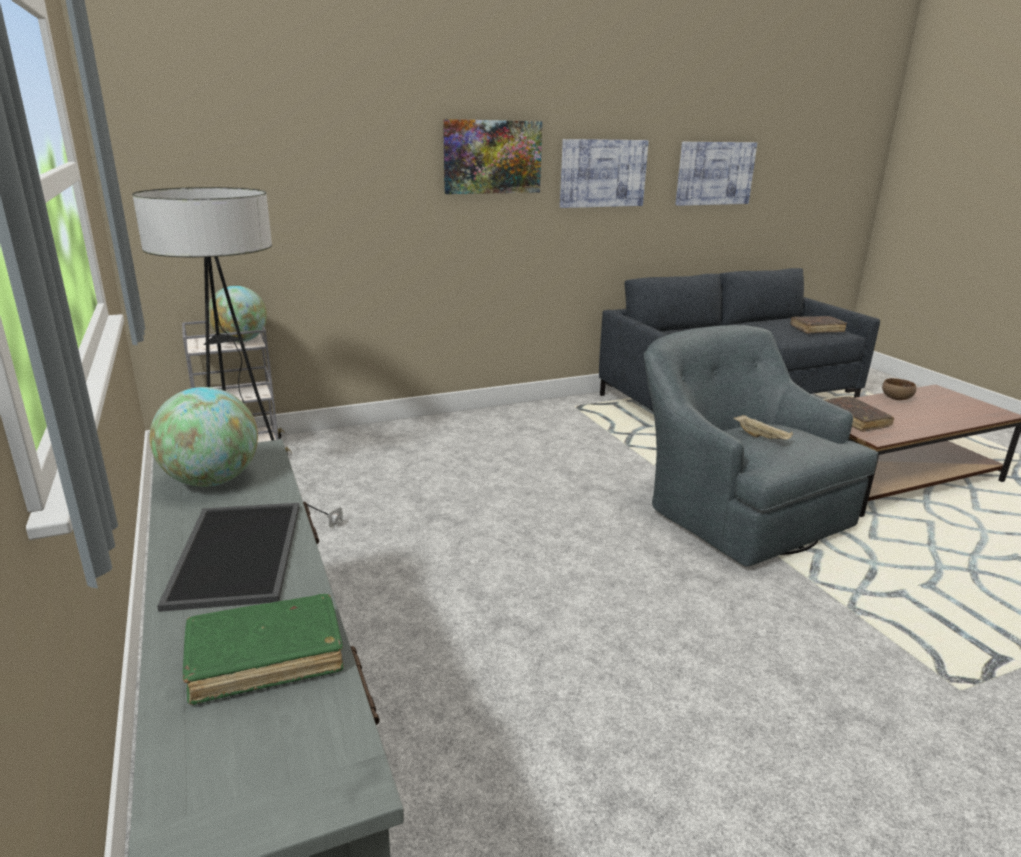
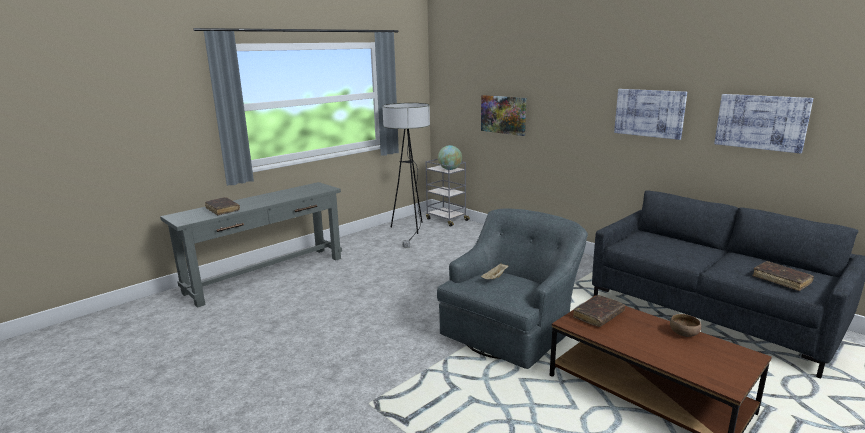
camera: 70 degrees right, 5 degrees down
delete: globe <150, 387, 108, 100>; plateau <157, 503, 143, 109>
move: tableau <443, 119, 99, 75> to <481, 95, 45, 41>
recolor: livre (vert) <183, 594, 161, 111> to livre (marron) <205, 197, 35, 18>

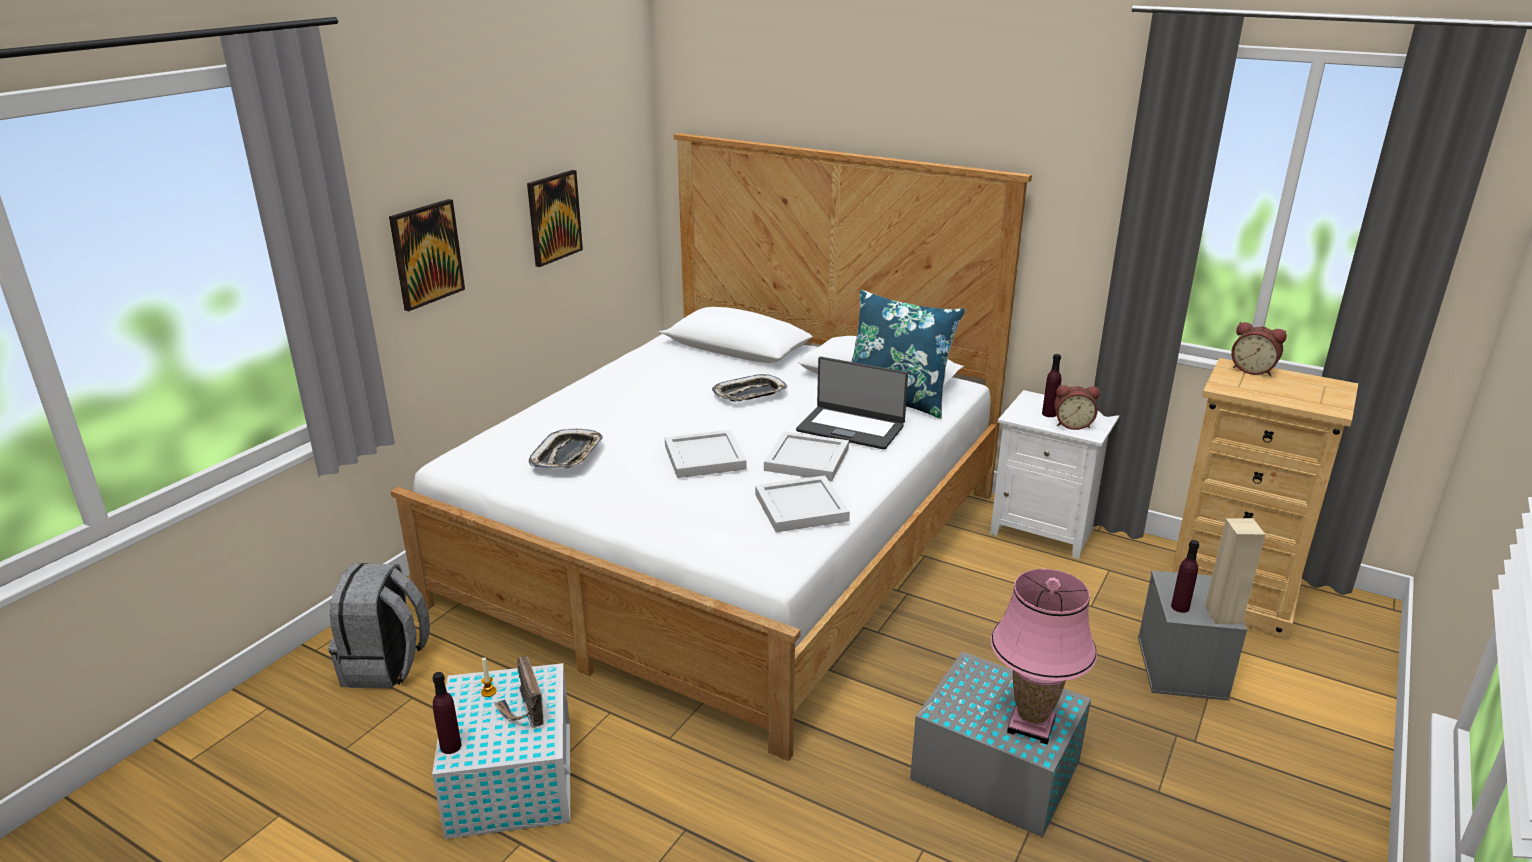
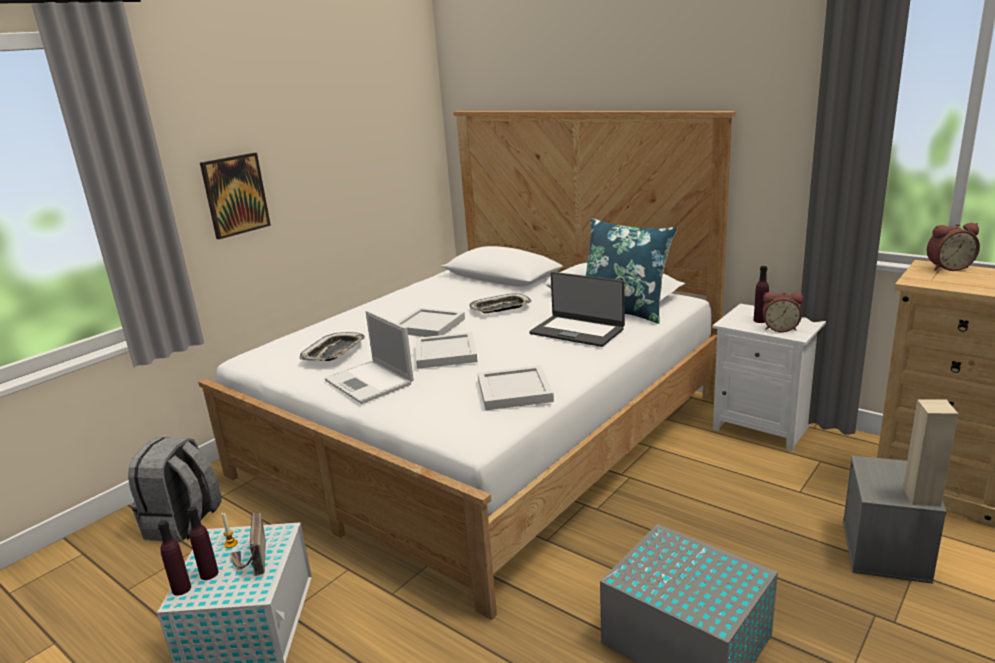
camera: 10 degrees right, 5 degrees down
delete: tableau <527, 170, 56, 97>; lampe de table (rose) <991, 569, 106, 176>
insert: ordinateur portable <324, 310, 90, 94>
move: plateau (blanc) <764, 431, 85, 50> to <396, 307, 69, 30>; bouteille (violet) <1171, 540, 28, 73> to <187, 506, 32, 74>
rotate: réveil <1231, 322, 56, 54> = <927, 223, 53, 48> 45 degrees counterclockwise

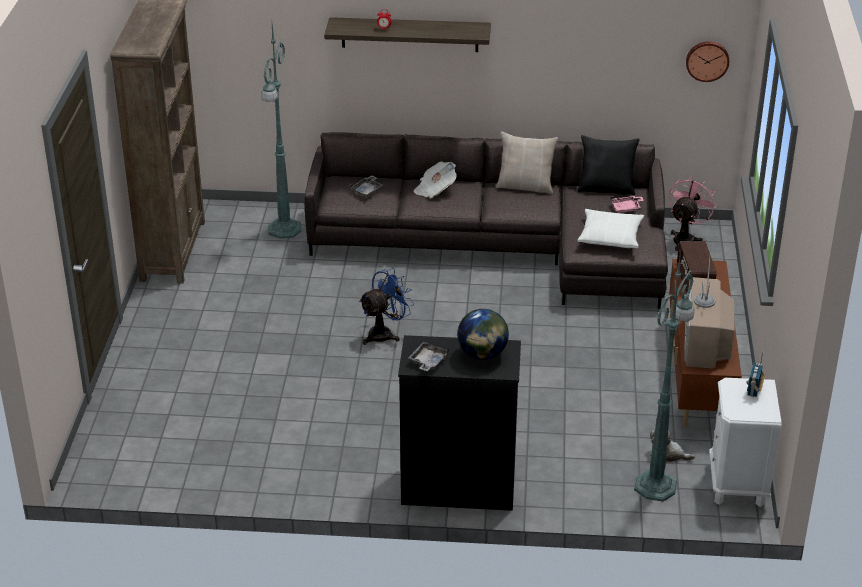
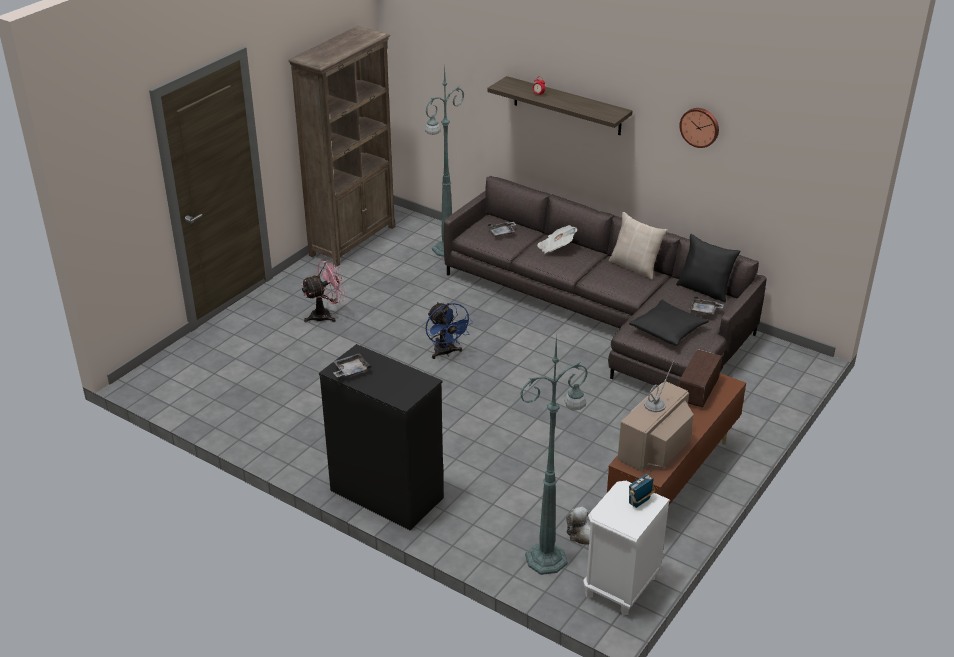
camera: 30 degrees right, 0 degrees up
delete: globe <457, 309, 52, 51>
move: ventilateur (rose) <668, 176, 49, 75> to <301, 259, 45, 64>; horloge murale <686, 41, 43, 41> to <679, 108, 40, 40>
recolor: coussin (blanc) <578, 209, 66, 39> to coussin (noir) <629, 299, 80, 47>; plateau (rose) <610, 196, 34, 17> to plateau (gris) <689, 296, 35, 20>
rotate: ventilateur (bleu) <359, 268, 55, 77> = <426, 302, 47, 57> 75 degrees clockwise

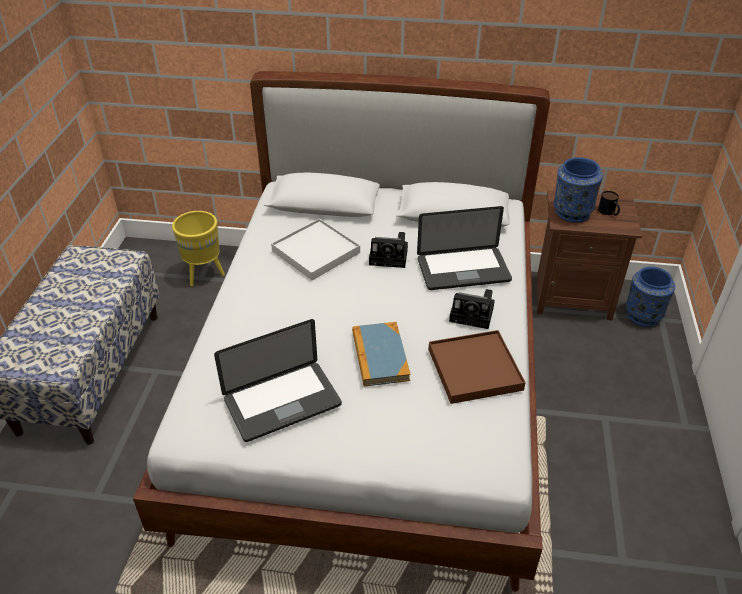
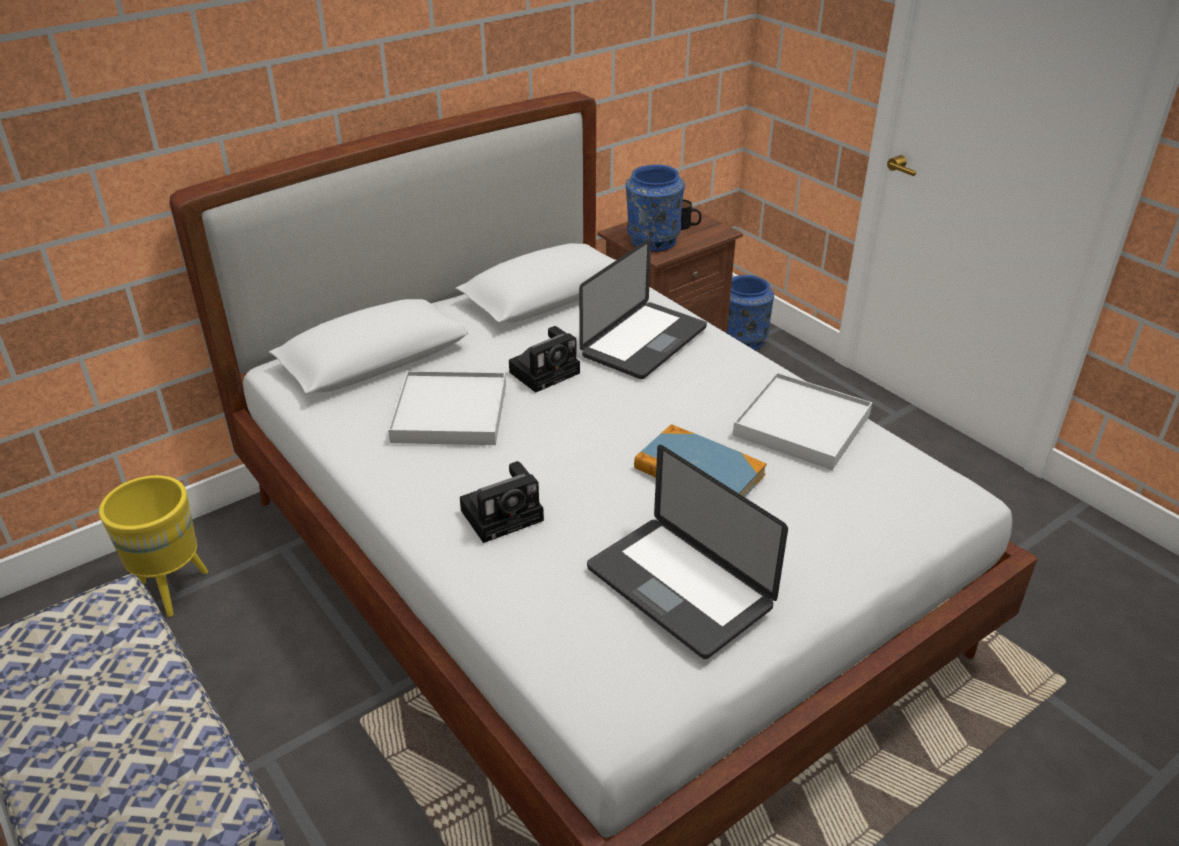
camera: 45 degrees left, 5 degrees down
move: appareil photo <449, 289, 46, 40> to <460, 461, 84, 82>
recolor: plateau (marron) <428, 330, 98, 74> to plateau (blanc) <733, 372, 139, 98>
rotate: ordinateur portable <214, 319, 128, 123> = <587, 445, 201, 214> 120 degrees clockwise

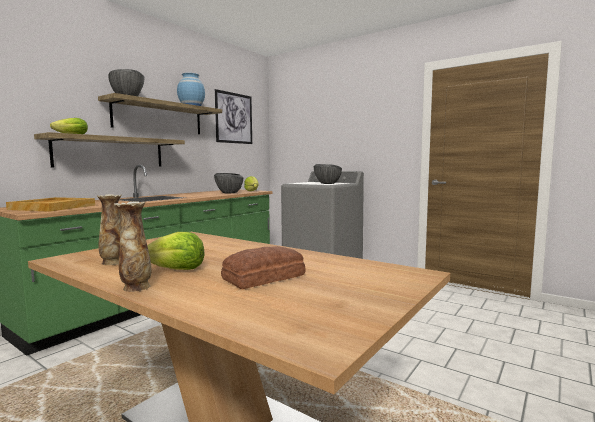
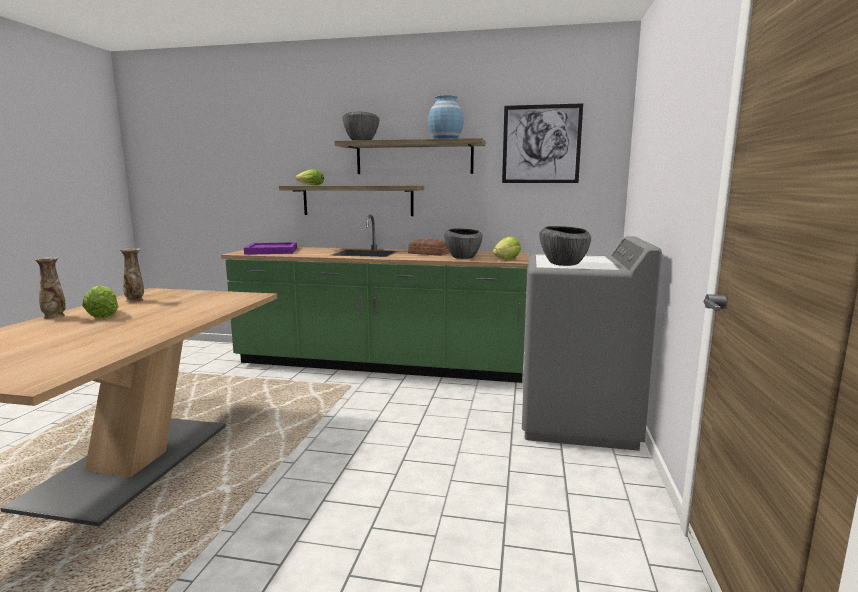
camera: 65 degrees right, 5 degrees up
move: pain <221, 246, 84, 43> to <408, 239, 42, 17>
recolor: plateau (beige) <6, 197, 89, 15> to plateau (violet) <244, 242, 53, 13>

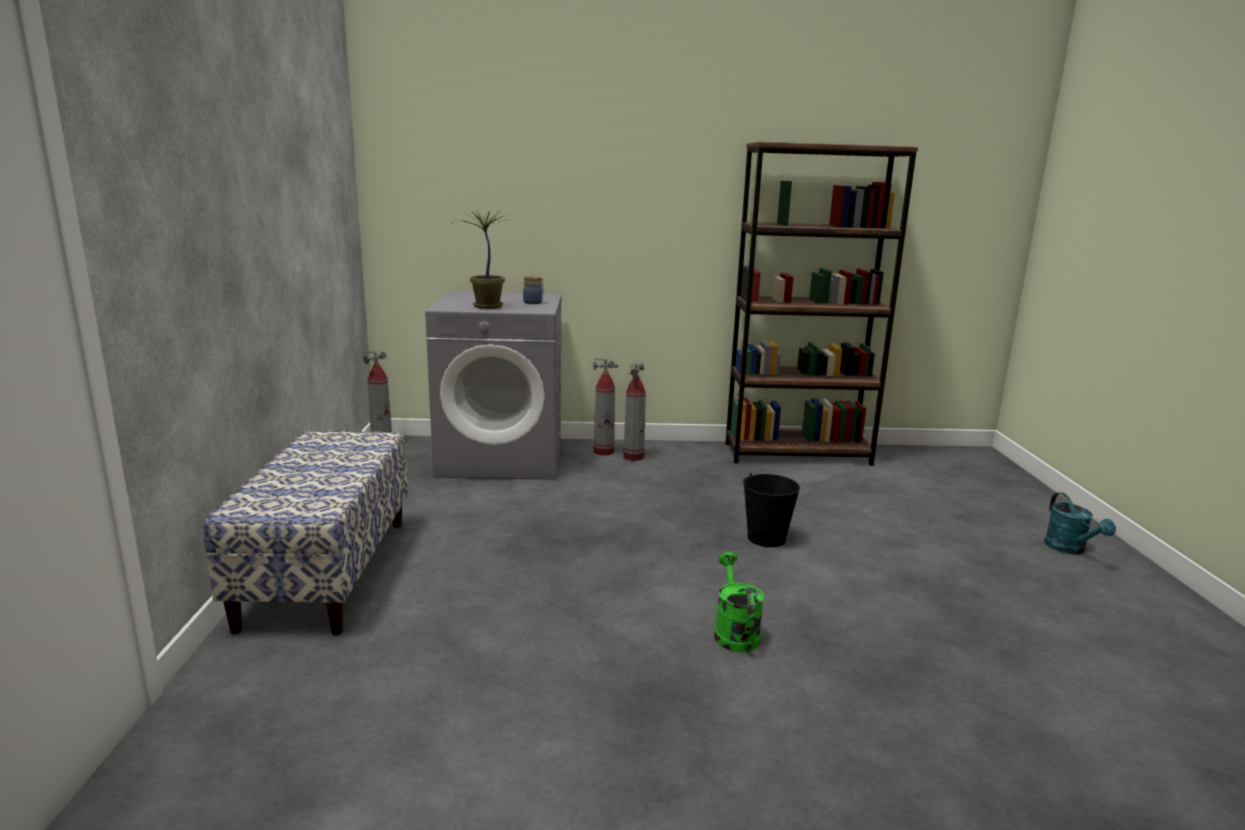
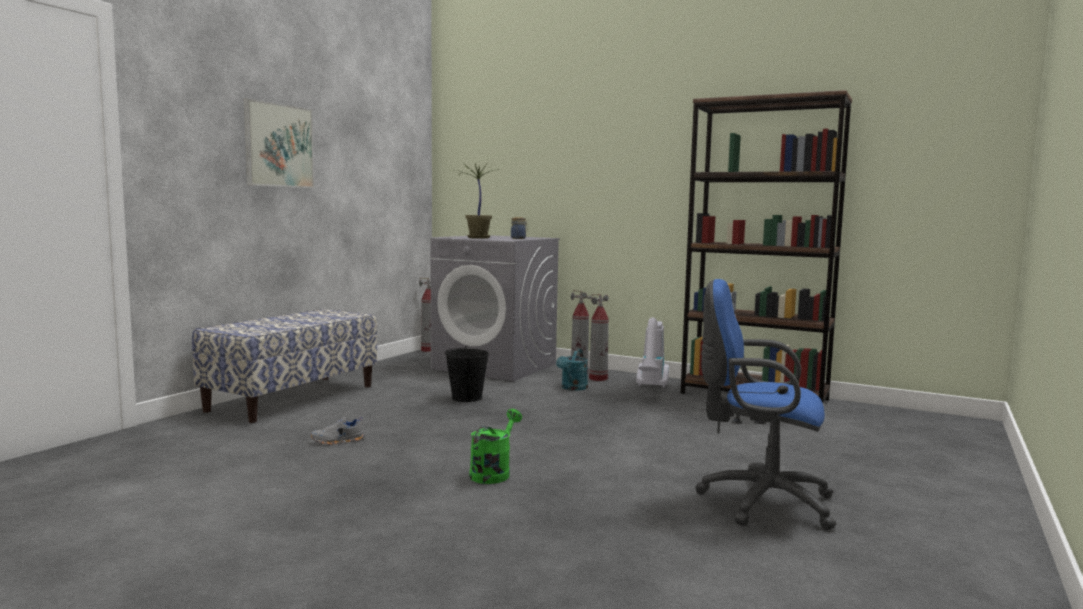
camera: 30 degrees right, 10 degrees down
insert: tableau <244, 98, 70, 90>; chaussure (gris) <310, 417, 54, 28>; aspirateur <636, 318, 33, 70>; chaise de bureau (bleu) <695, 279, 141, 251>
move: seau (noir) <743, 473, 57, 74> to <445, 346, 44, 56>; arrosoir (turquoise) <1044, 493, 72, 62> to <556, 349, 32, 42>

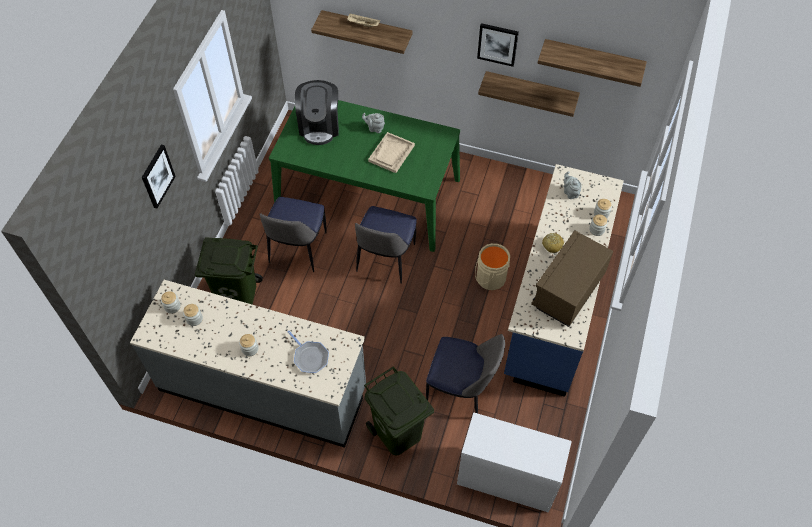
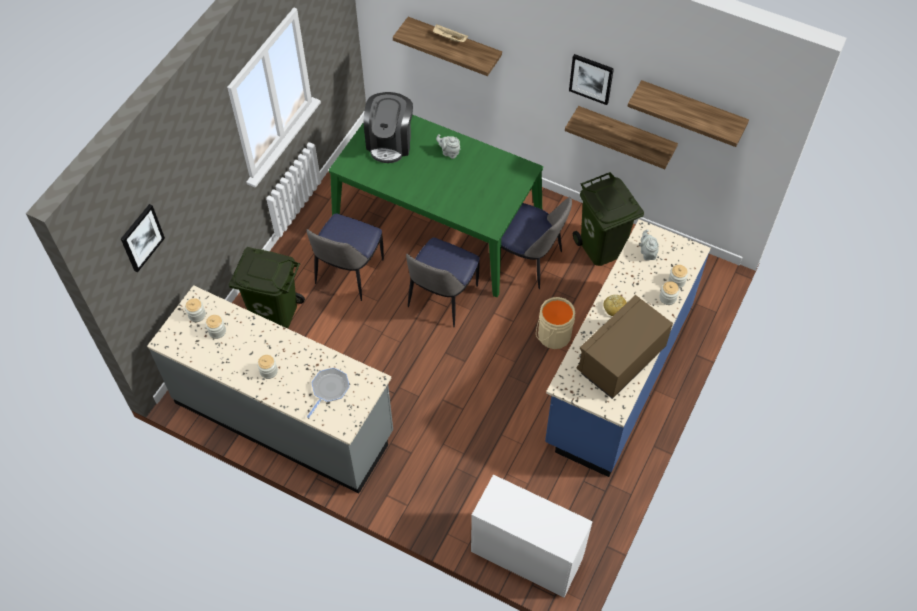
camera: 10 degrees right, 0 degrees up
delete: plateau (beige) <368, 132, 47, 41>
move: tableau <142, 145, 34, 63> to <121, 204, 44, 68>; poubelle (vert) <364, 366, 70, 90> to <573, 172, 71, 94>; chaise <426, 334, 79, 79> to <501, 197, 71, 92>
rotate: poêle <288, 331, 41, 42> = <307, 368, 43, 50> 120 degrees counterclockwise

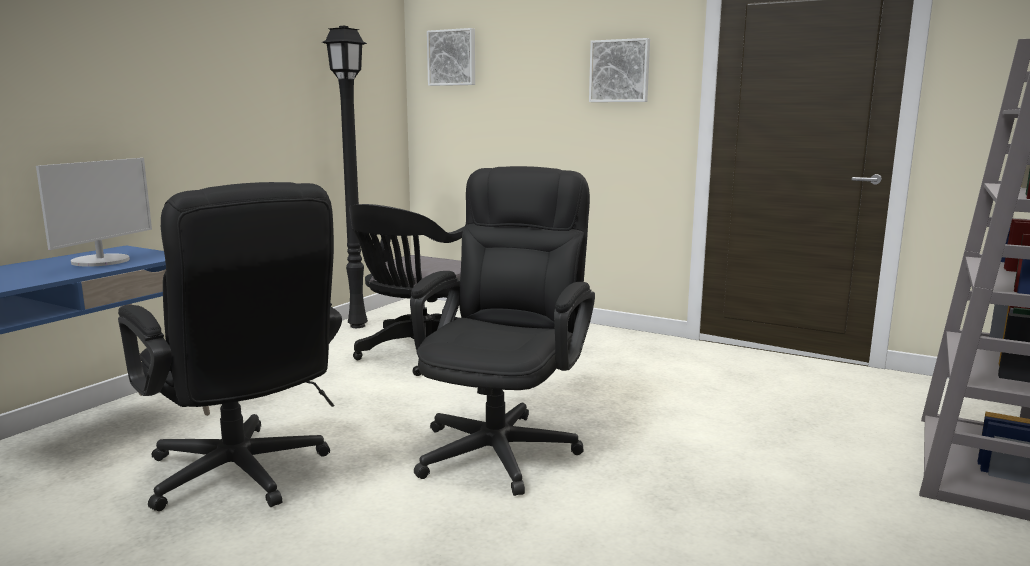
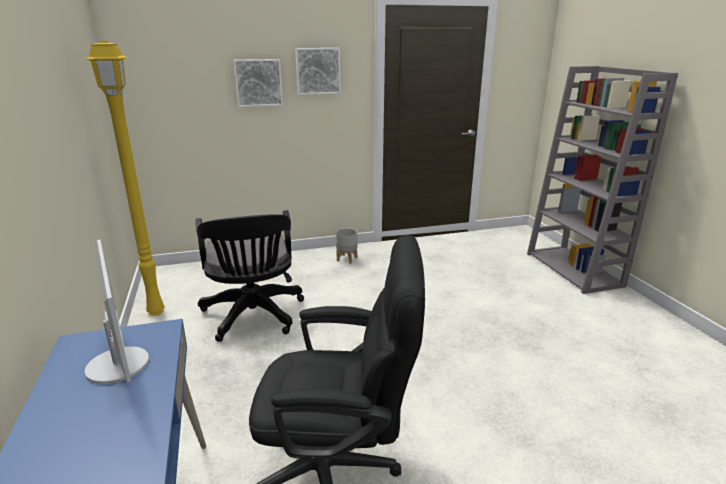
camera: 45 degrees left, 10 degrees up
delete: chaise de bureau (noir) <410, 166, 185, 330>
insert: cache-pot (gris) <336, 228, 22, 36>
move: tableau <427, 28, 48, 58> to <234, 59, 49, 48>
recolor: lampadaire (noir) <322, 26, 46, 302> to lampadaire (jaune) <86, 41, 79, 275>

